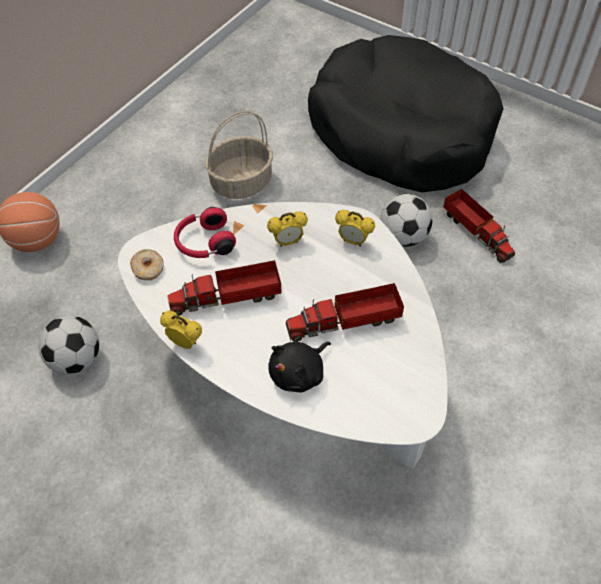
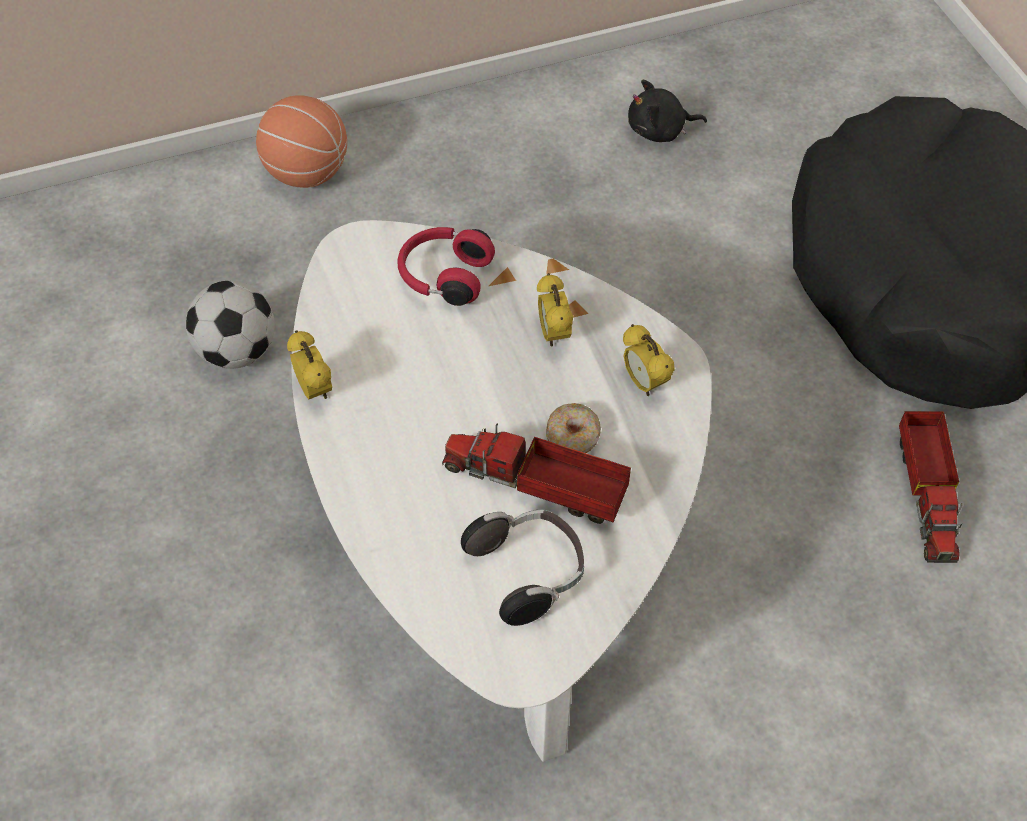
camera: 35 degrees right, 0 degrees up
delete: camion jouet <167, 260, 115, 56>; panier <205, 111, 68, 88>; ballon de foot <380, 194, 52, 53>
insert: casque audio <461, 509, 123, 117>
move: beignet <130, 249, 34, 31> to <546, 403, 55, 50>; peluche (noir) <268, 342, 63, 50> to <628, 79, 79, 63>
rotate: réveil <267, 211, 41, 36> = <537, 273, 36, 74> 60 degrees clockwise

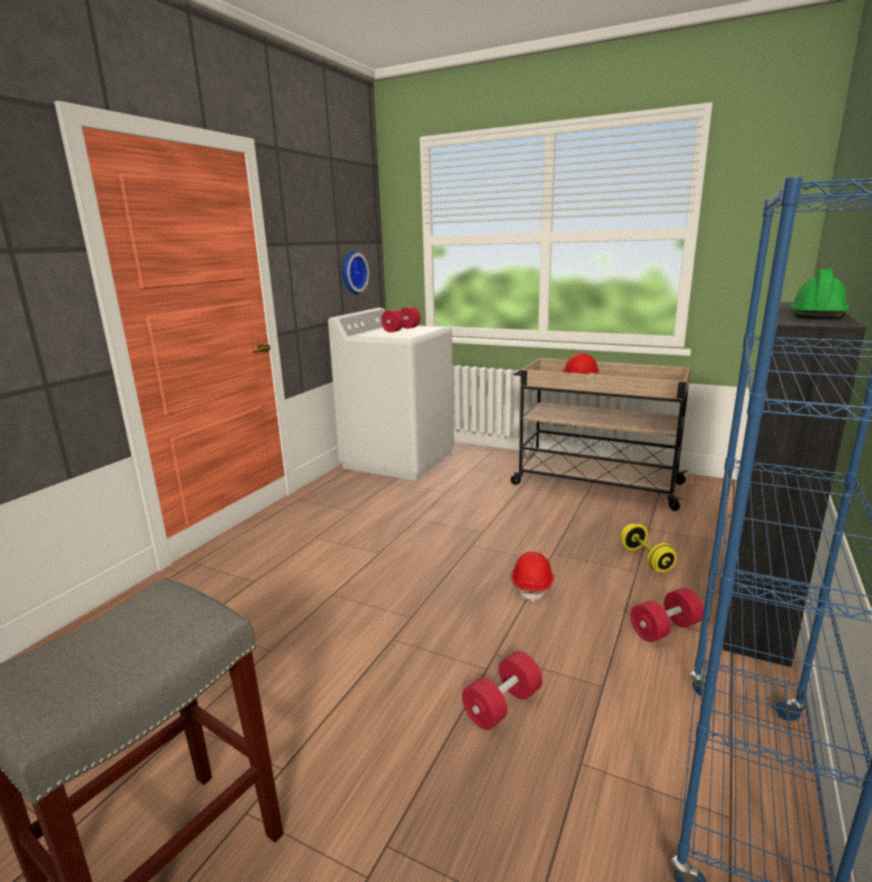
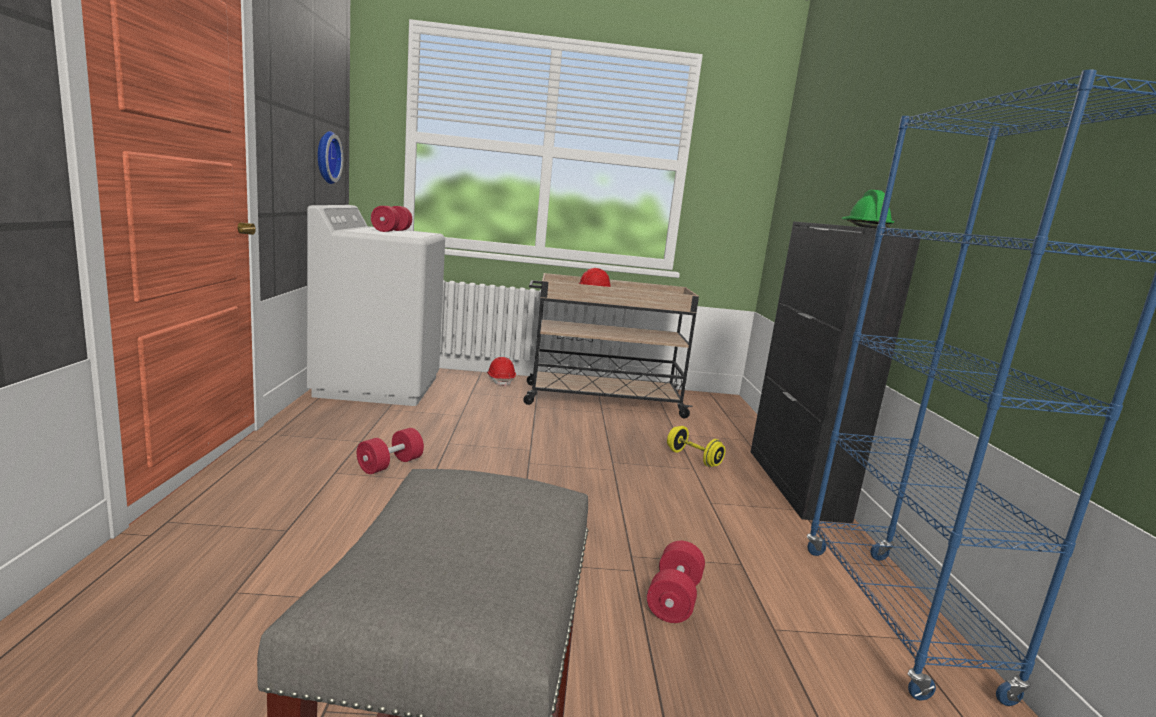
camera: 30 degrees left, 5 degrees down
move: casque de chantier (rouge) <512, 552, 42, 50> to <487, 357, 29, 30>; haltère (rouge) <631, 588, 73, 54> to <357, 428, 67, 46>

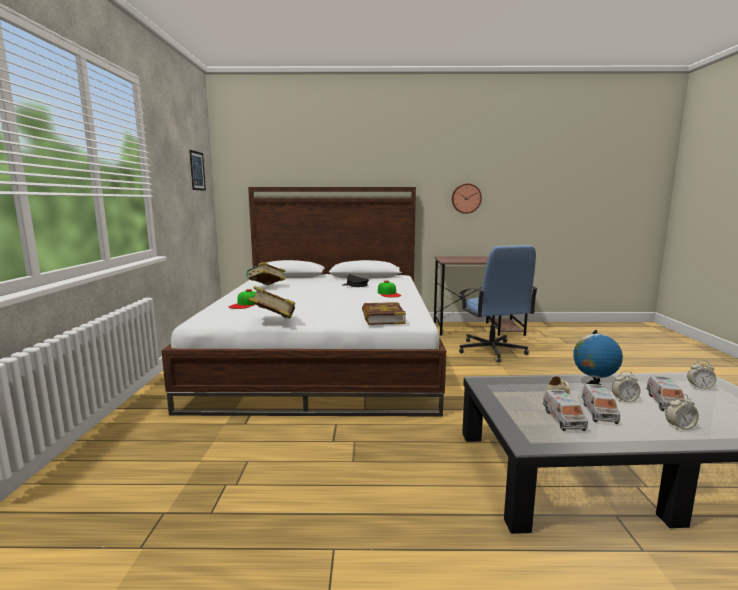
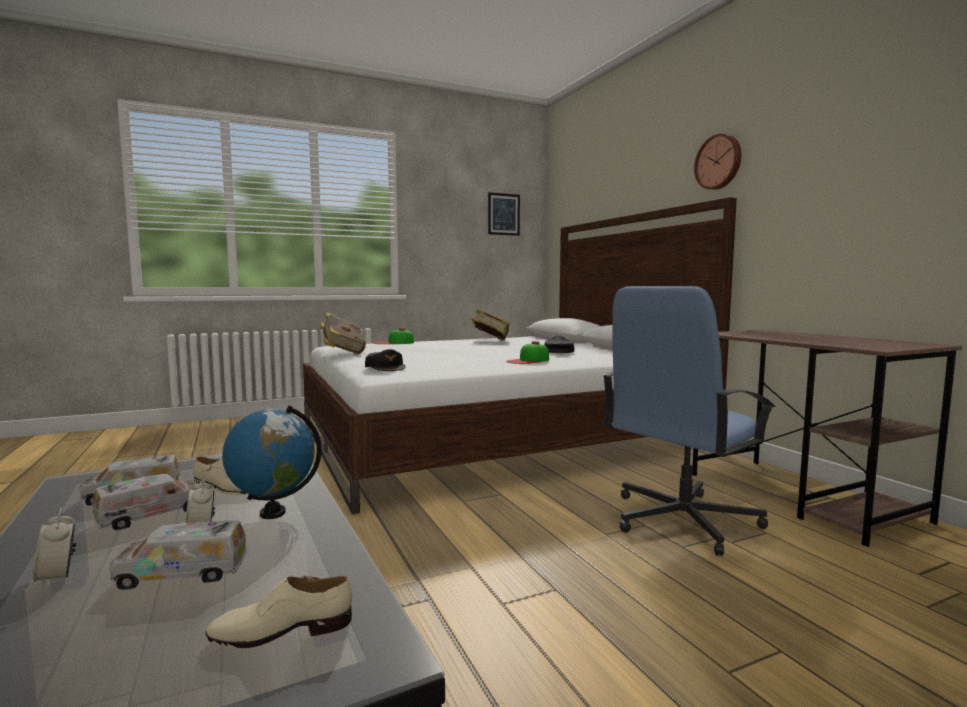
camera: 65 degrees right, 5 degrees down
move: horloge murale <452, 183, 30, 31> to <694, 134, 47, 56>
replace: livre <362, 302, 44, 23> to casquette (noir) <365, 349, 41, 22>; réveil <687, 360, 30, 30> to chaussure (beige) <205, 575, 147, 73>
rotate: camion jouet <581, 384, 39, 40> = <92, 474, 105, 57> 150 degrees clockwise

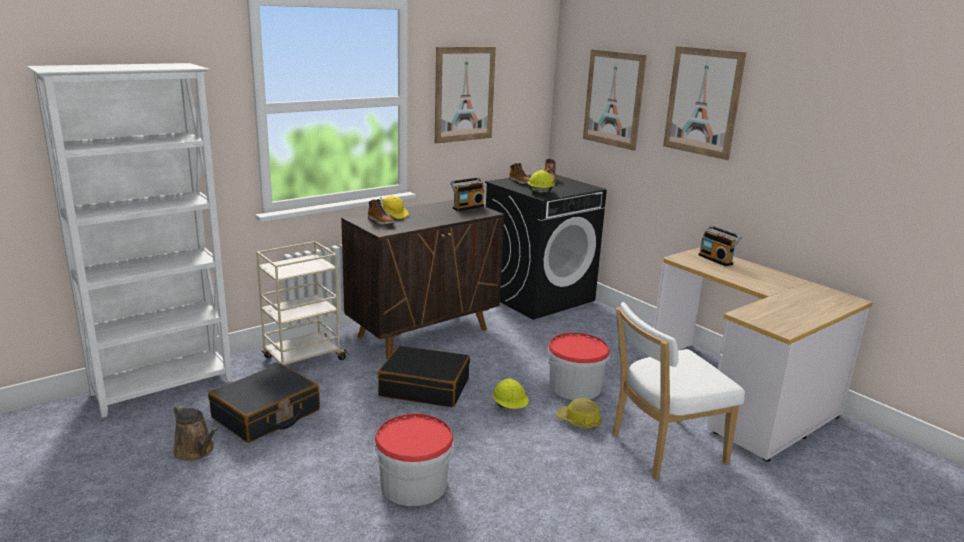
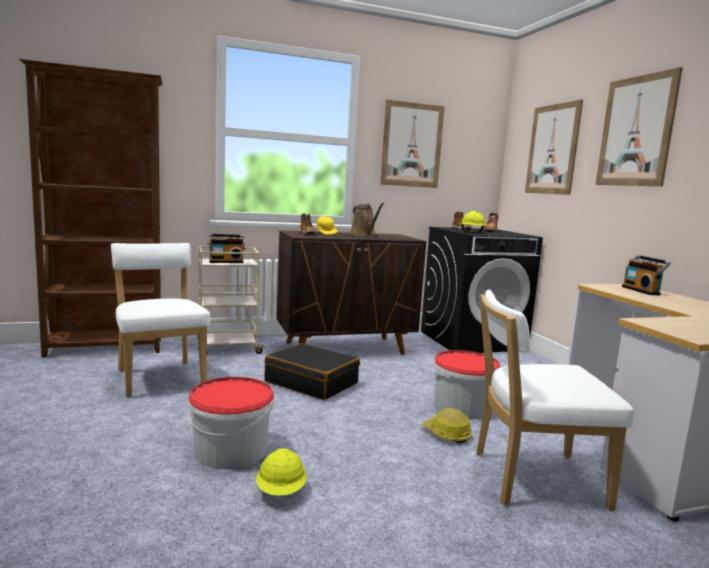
camera: 20 degrees right, 10 degrees down
move: arrosoir (marron) <173, 405, 45, 56> to <350, 203, 34, 33>; radio <450, 177, 34, 34> to <208, 234, 38, 29>; casque de chantier (jaune) <493, 379, 36, 30> to <256, 448, 51, 48>
replace: valise (noir) <208, 364, 112, 79> to chaise (blanc) <111, 243, 99, 155>
recolor: bibliothèque (blanc) <26, 63, 207, 355> to bibliothèque (marron) <19, 59, 143, 299>

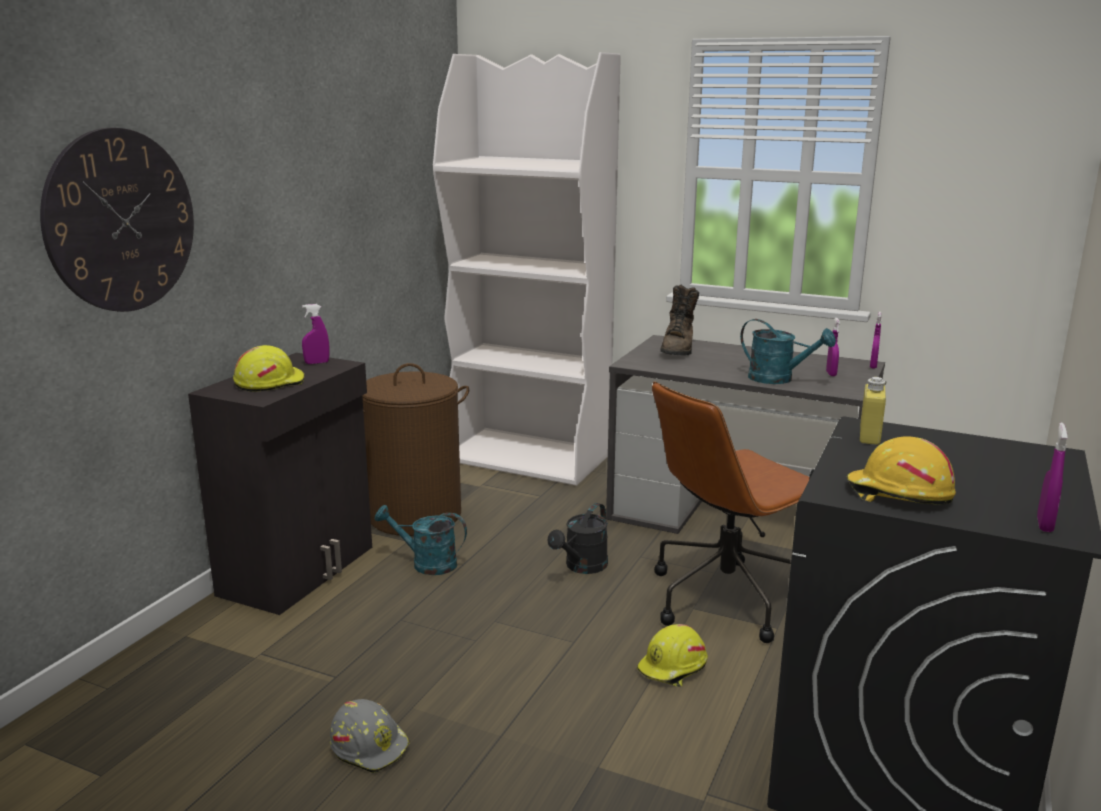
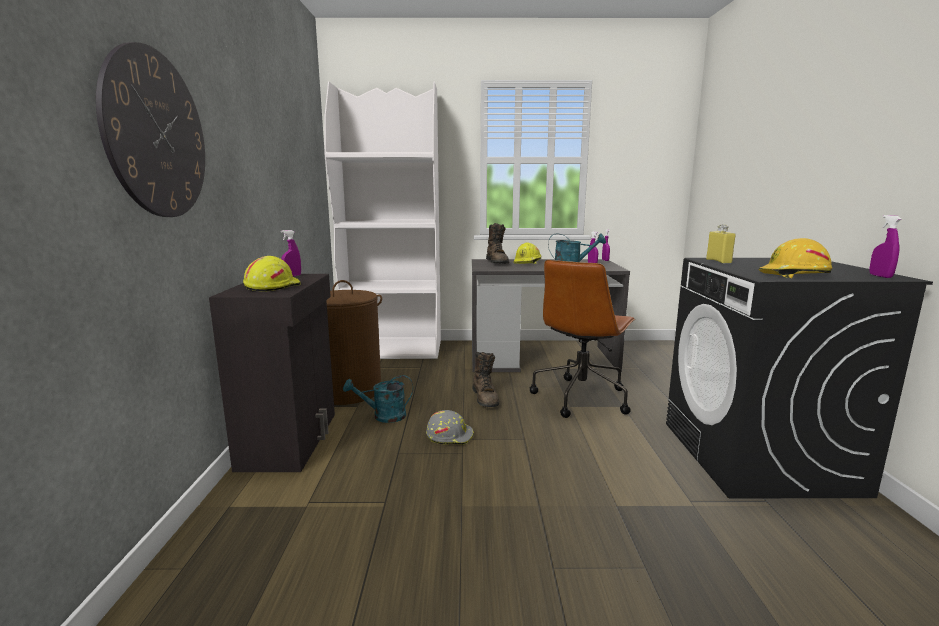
camera: 25 degrees left, 5 degrees down
move: casque de chantier (gris) <330, 699, 80, 74> to <426, 410, 48, 35>; casque de chantier (jaune) <637, 624, 71, 63> to <514, 242, 27, 22>
replace: arrosoir (noir) <548, 503, 60, 71> to botte (marron) <472, 352, 27, 55>

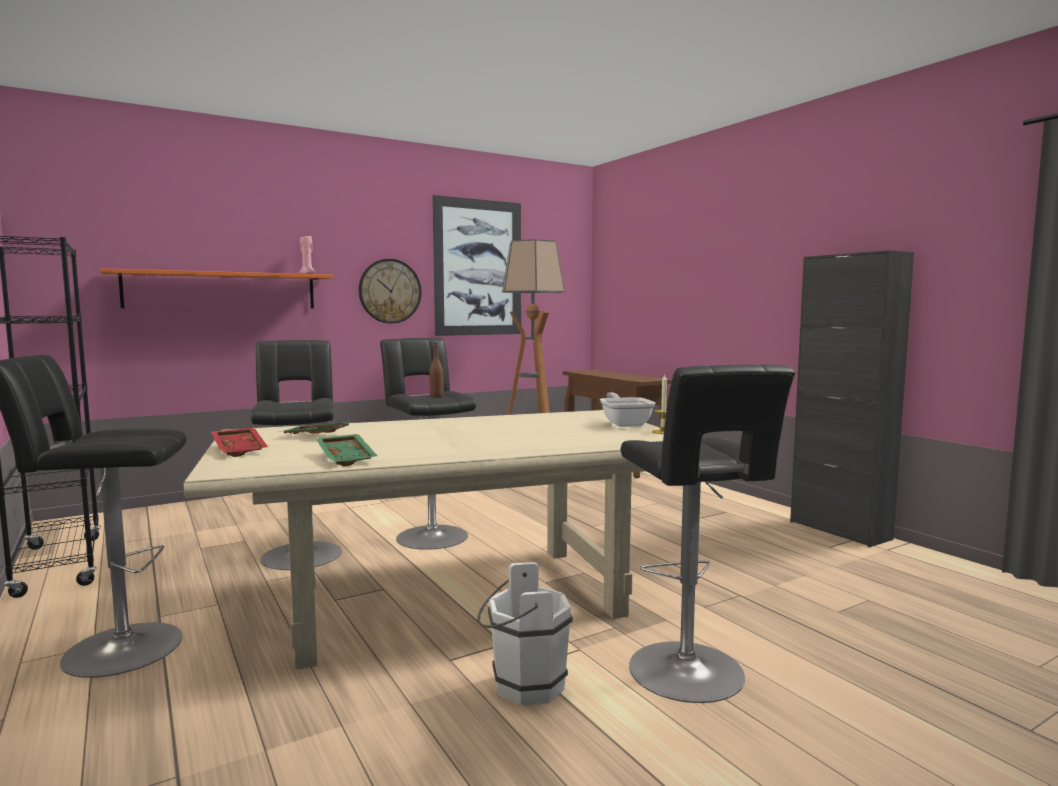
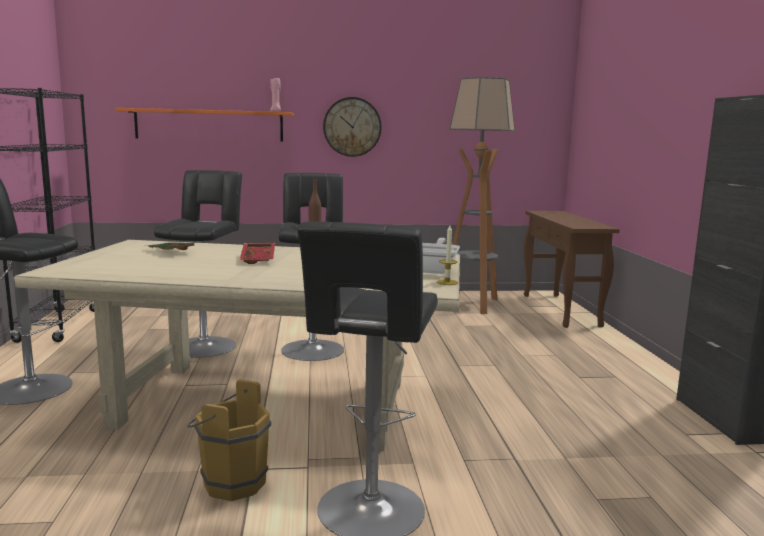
camera: 25 degrees right, 5 degrees up
delete: plateau (vert) <316, 434, 62, 32>; tableau <432, 195, 89, 141>
move: plateau (rouge) <211, 427, 57, 30> to <239, 243, 36, 21>
recolor: seau (blanc) <477, 562, 95, 143> to seau (marron) <187, 379, 84, 122>

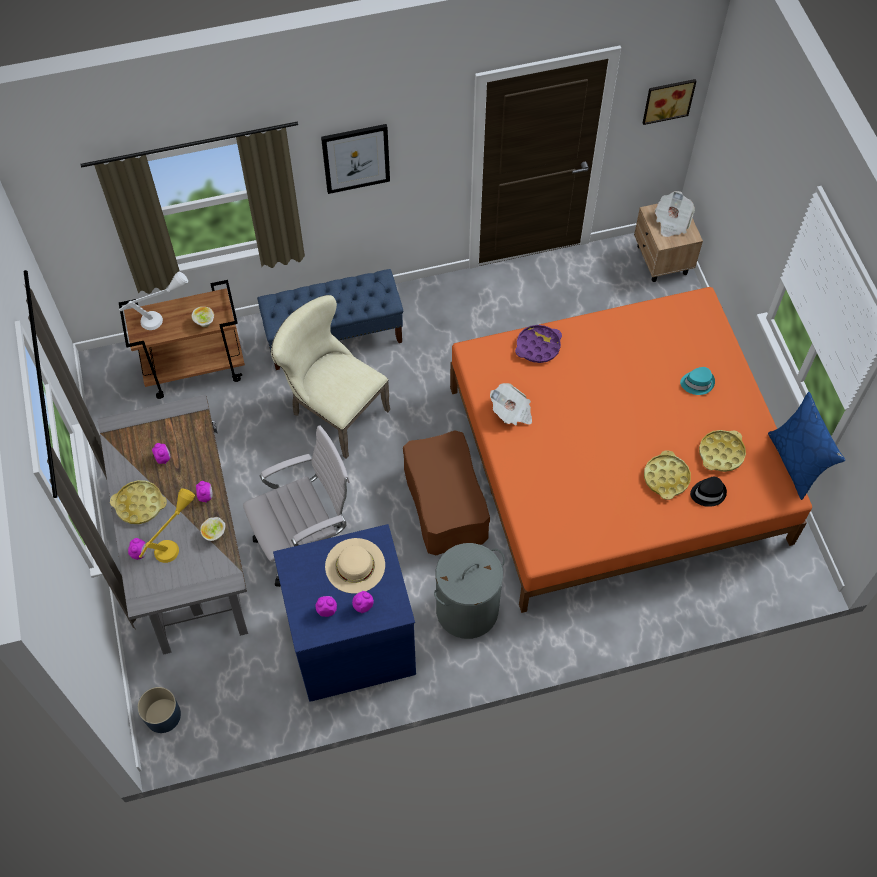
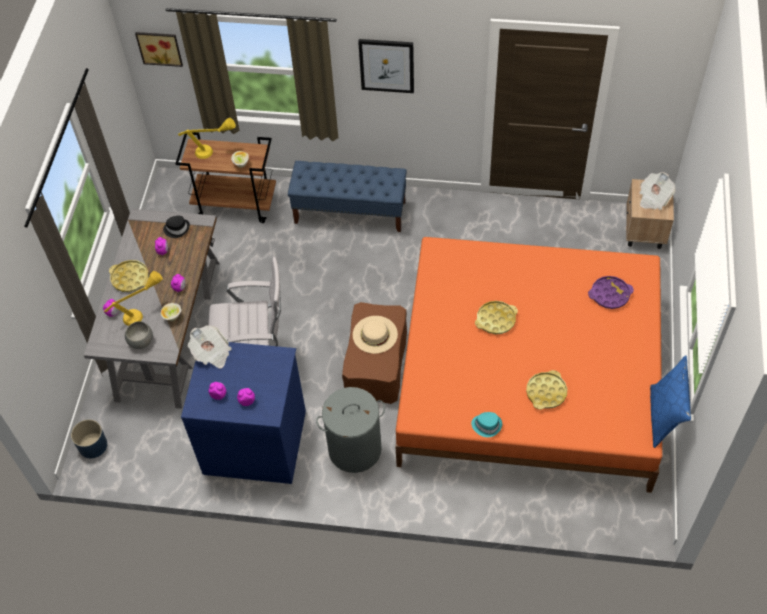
camera: 25 degrees right, 5 degrees down
delete: chaise (beige) <271, 295, 119, 164>
insert: bol (gris) <125, 321, 28, 28>
move: chapeau (beige) <325, 538, 60, 55> to <353, 316, 45, 38>; journal <490, 383, 42, 42> to <188, 325, 44, 44>; plateau (violet) <515, 325, 47, 38> to <588, 276, 46, 33>; tableau <643, 79, 54, 46> to <135, 32, 48, 35>; chapeau (turquoise) <680, 367, 35, 28> to <471, 412, 31, 25>; chapeau (noir) <690, 477, 37, 30> to <163, 216, 27, 22>; plateau (jaune) <699, 430, 47, 42> to <475, 301, 43, 33>
recolor: lampe de table (blanc) <119, 272, 69, 58> to lampe de table (jaune) <178, 118, 58, 41>

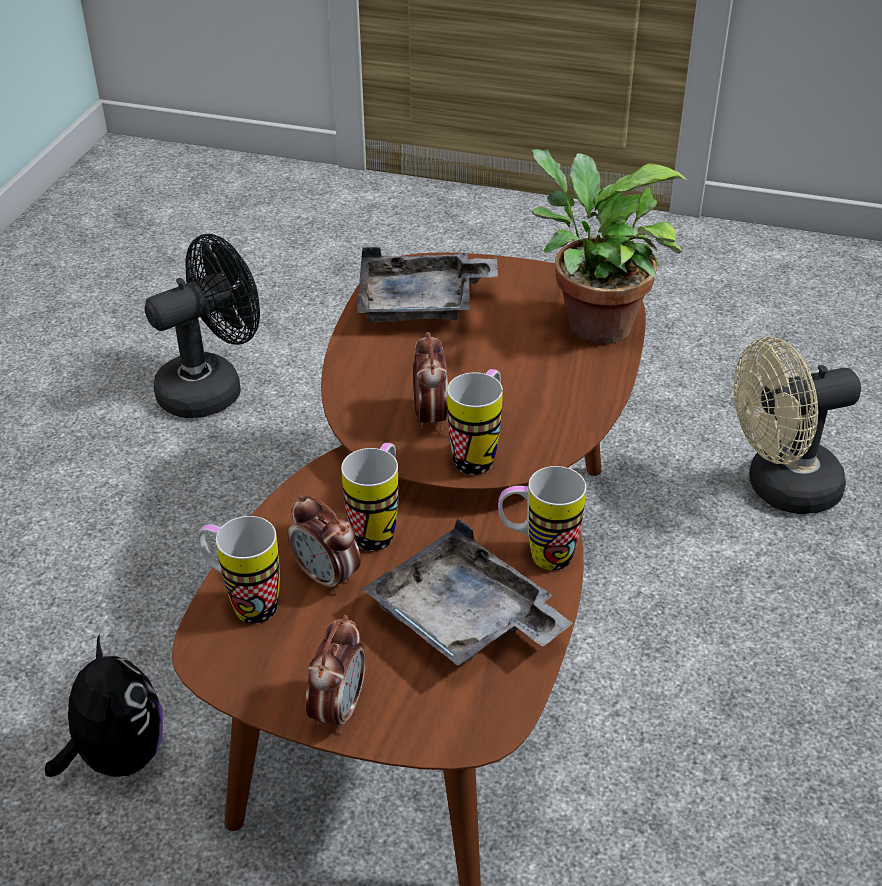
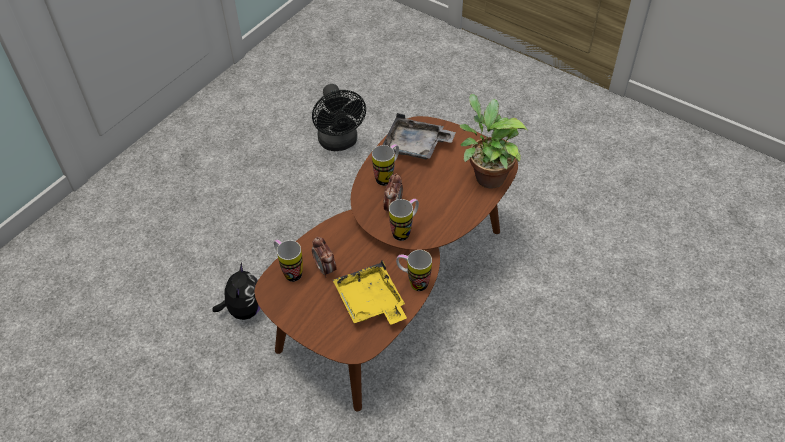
camera: 20 degrees right, 10 degrees up
delete: réveil <305, 615, 61, 119>; ventilateur (beige) <734, 337, 127, 177>
move: mug <341, 443, 57, 108> to <372, 144, 27, 42>
recolor: plateau (gris) <362, 519, 210, 147> to plateau (jaune) <333, 260, 74, 65>
rotate: ventilateur (noir) <145, 234, 115, 184> = <312, 84, 54, 67> 90 degrees clockwise

